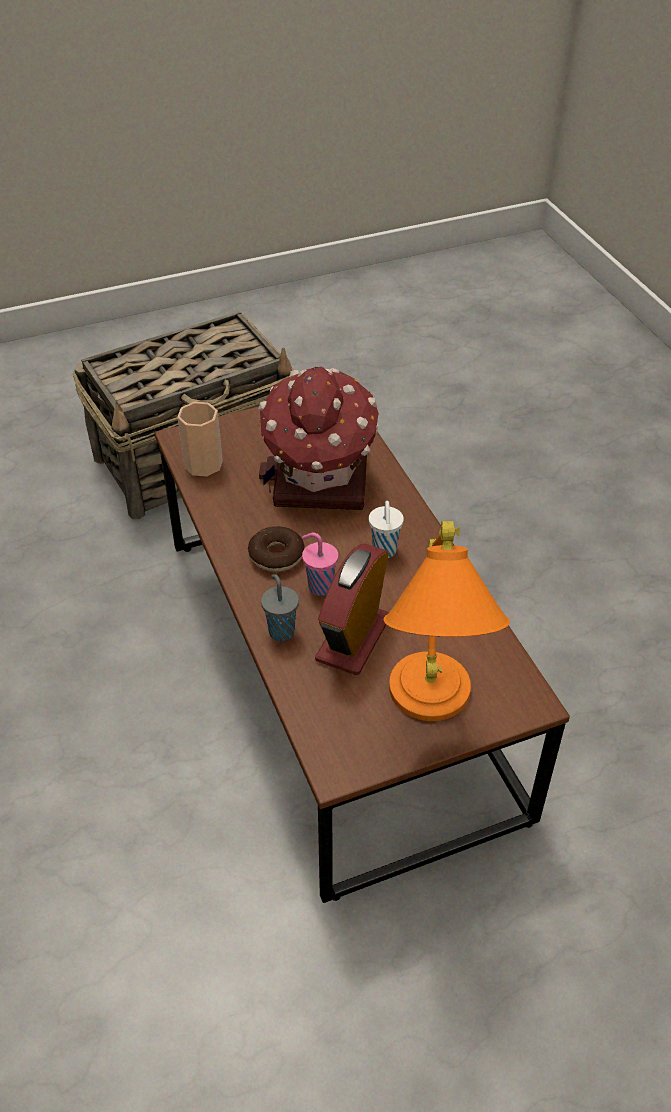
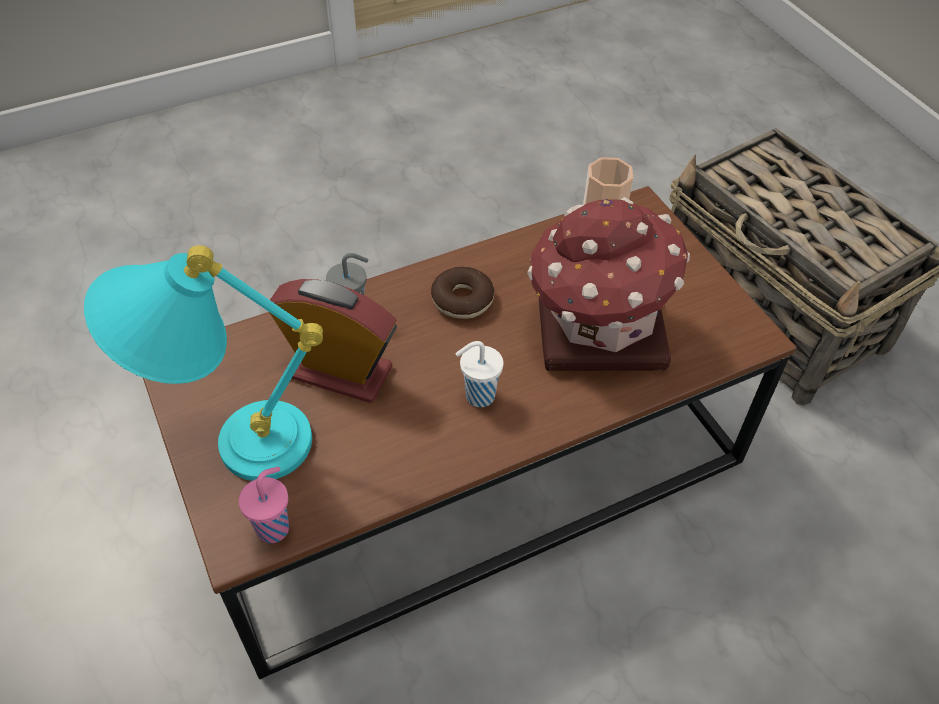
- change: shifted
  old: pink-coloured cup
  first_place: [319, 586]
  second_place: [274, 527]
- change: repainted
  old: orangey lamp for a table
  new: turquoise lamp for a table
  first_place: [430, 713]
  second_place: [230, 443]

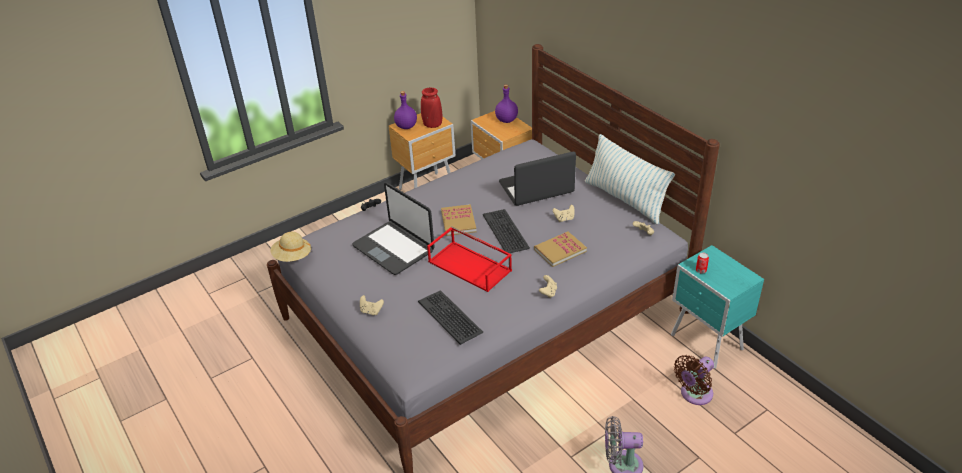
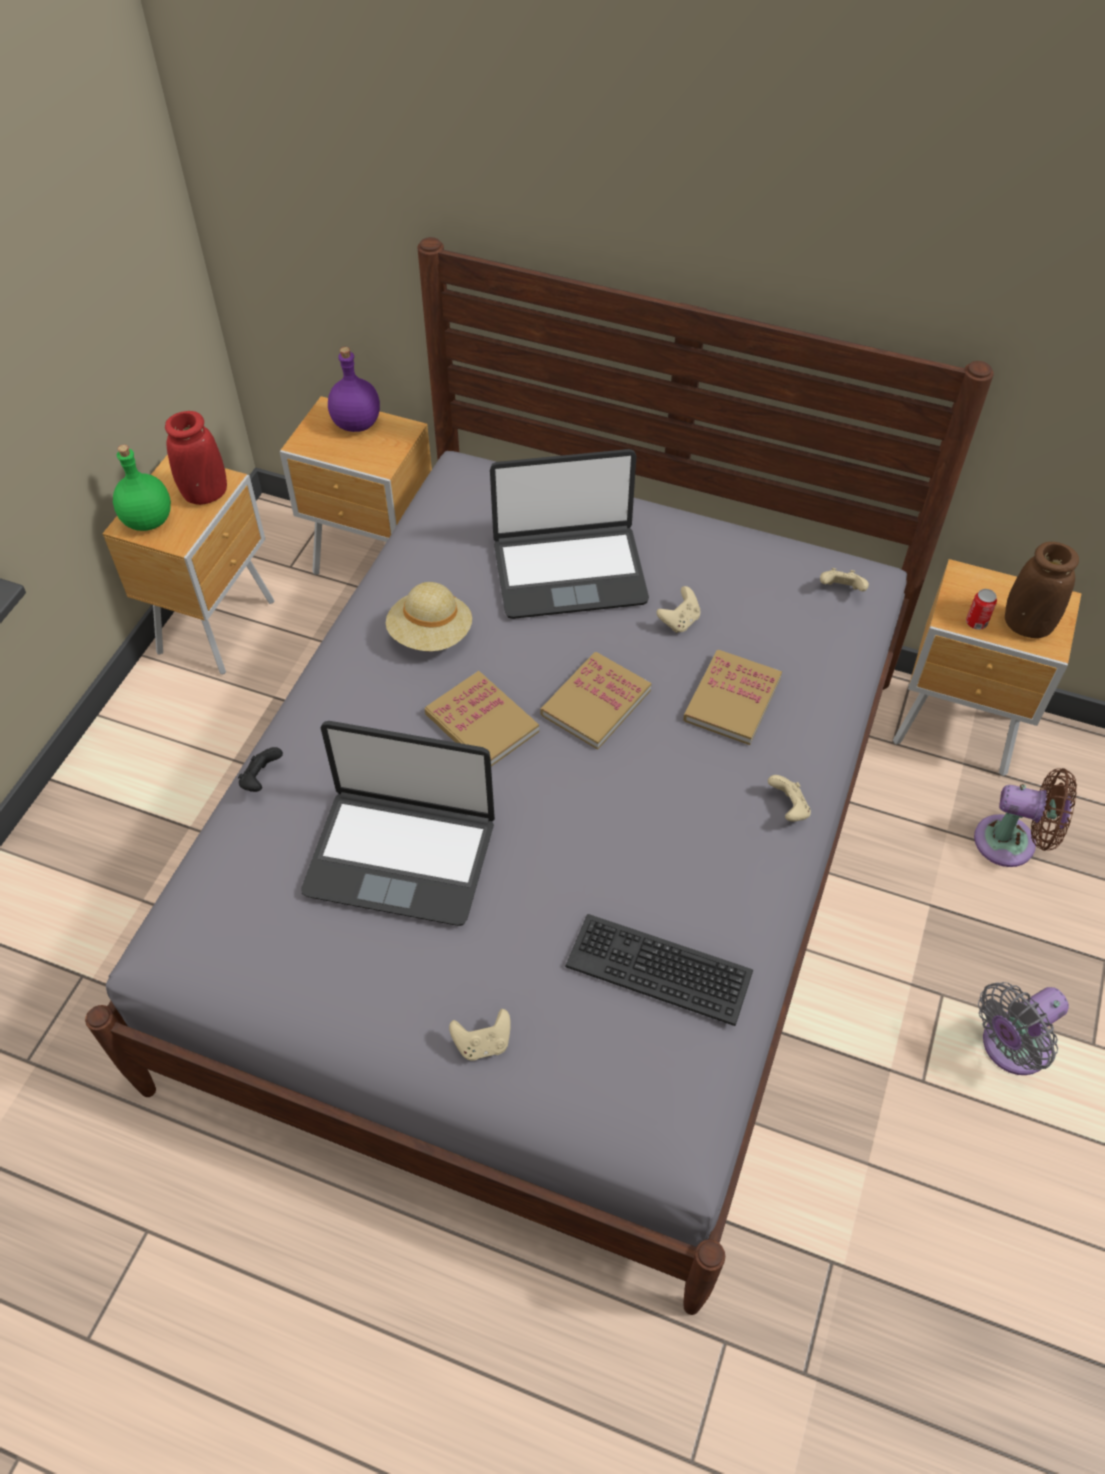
- change: gone
  old: red carrying tray
  first_place: [471, 266]
- change: gone
  old: throw pillow
  first_place: [625, 199]
- change: new
  new: brown flower vase
  second_place: [1026, 625]
- change: shifted
  old: beige-coloured clothing hat
  first_place: [292, 257]
  second_place: [431, 635]
- change: swapped
  old: keyboard
  new: volume
  first_place: [506, 231]
  second_place: [596, 702]
- change: repainted
  old: purplish bottle
  new: green bottle
  first_place: [406, 127]
  second_place: [148, 521]
- change: repainted
  old: turquoise bedside table
  new: brown bedside table
  first_place: [707, 344]
  second_place: [958, 732]
- change: rotated
  old: laptop
  first_place: [536, 188]
  second_place: [569, 572]
  degrees: -135
- change: rotated
  old: brown fan
  first_place: [694, 394]
  second_place: [1012, 843]
  degrees: -90

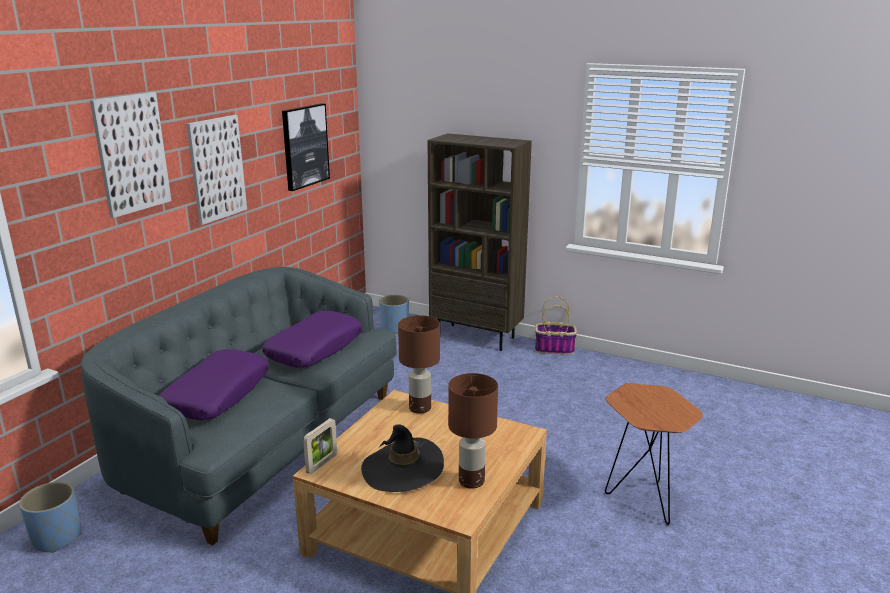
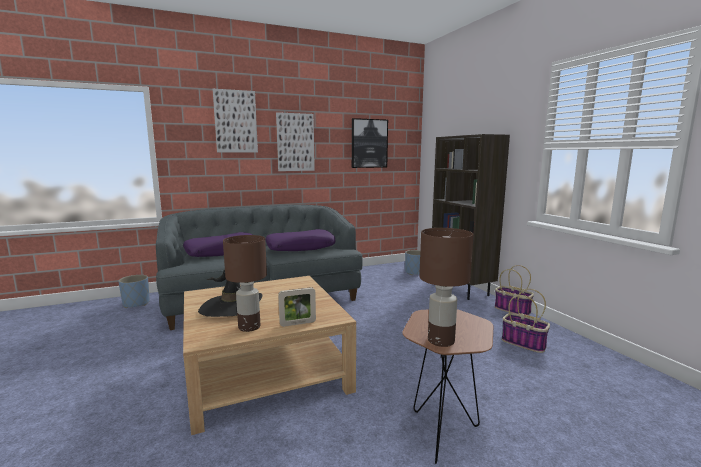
- change: new
  new: basket
  second_place: [524, 343]
- change: shifted
  old: standing frame
  first_place: [322, 464]
  second_place: [298, 323]
- change: shifted
  old: brown lamp for a table
  first_place: [420, 408]
  second_place: [441, 341]

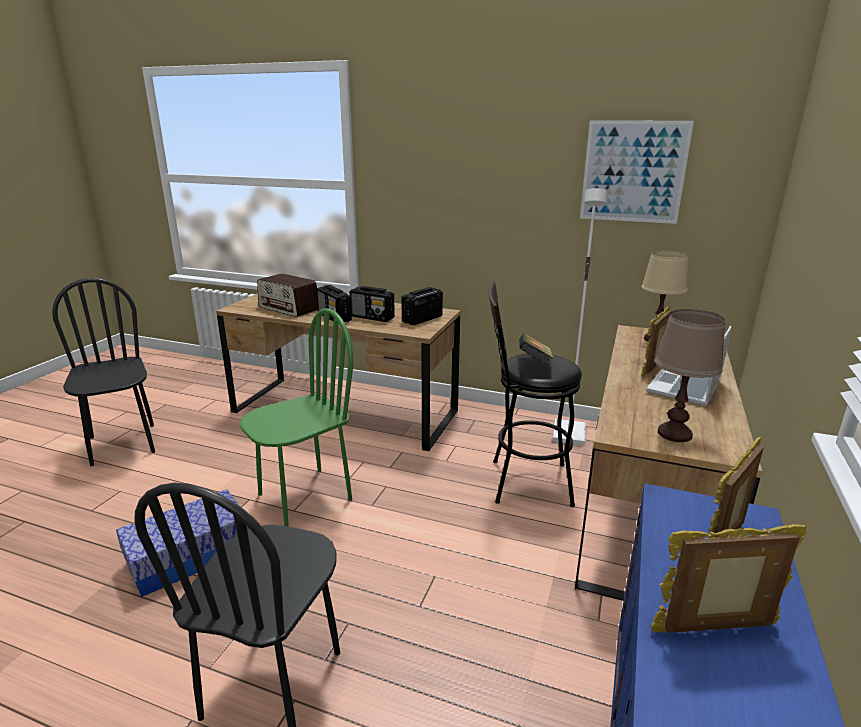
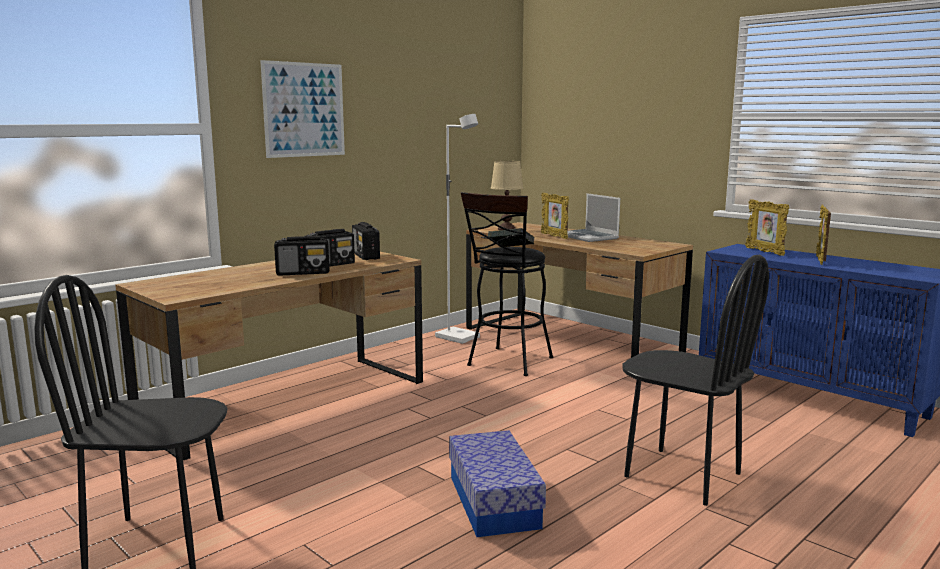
- change: gone
  old: green chair
  first_place: [304, 497]
- change: gone
  old: radio receiver
  first_place: [289, 308]
- change: gone
  old: brown lamp for a table
  first_place: [674, 434]
- change: shifted
  old: wall art
  first_place: [633, 172]
  second_place: [304, 110]

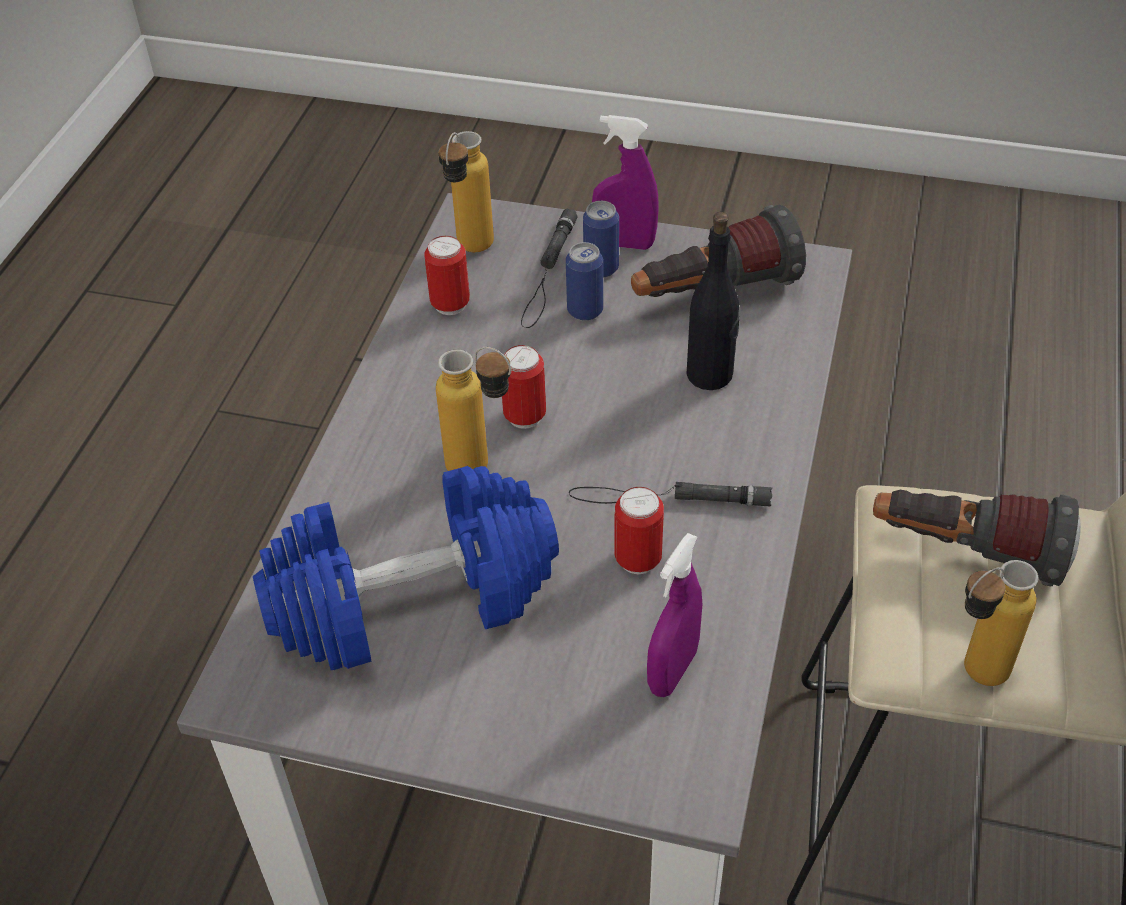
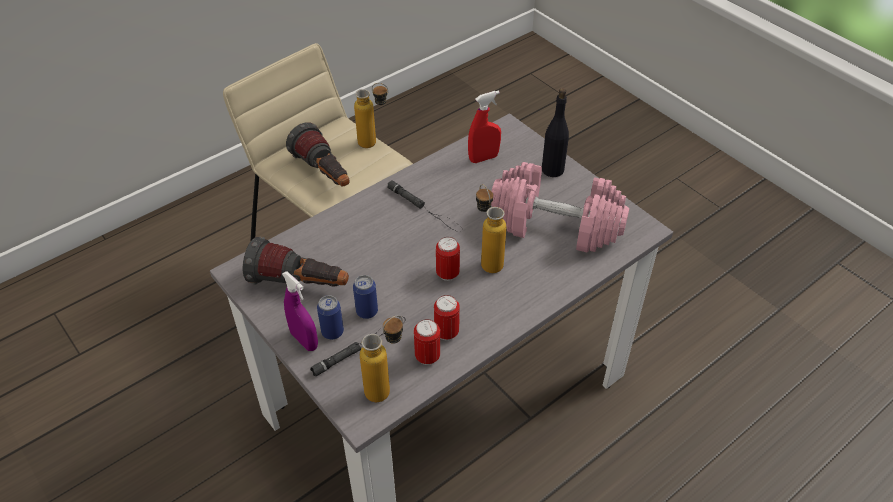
- change: shifted
  old: metal can
  first_place: [638, 560]
  second_place: [446, 332]
- change: shifted
  old: black-coloured bottle
  first_place: [710, 375]
  second_place: [552, 169]
- change: repainted
  old: blue free weight
  new: pink-coloured free weight
  first_place: [414, 599]
  second_place: [555, 225]
- change: repainted
  old: purplish spray bottle
  new: red spray bottle
  first_place: [672, 671]
  second_place: [483, 158]

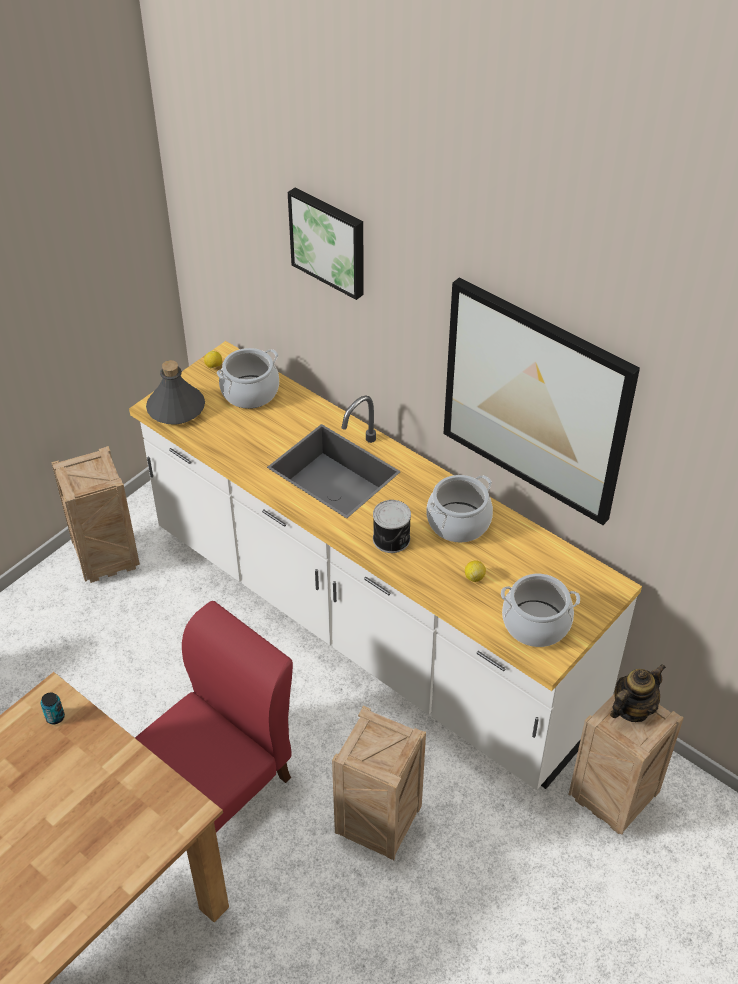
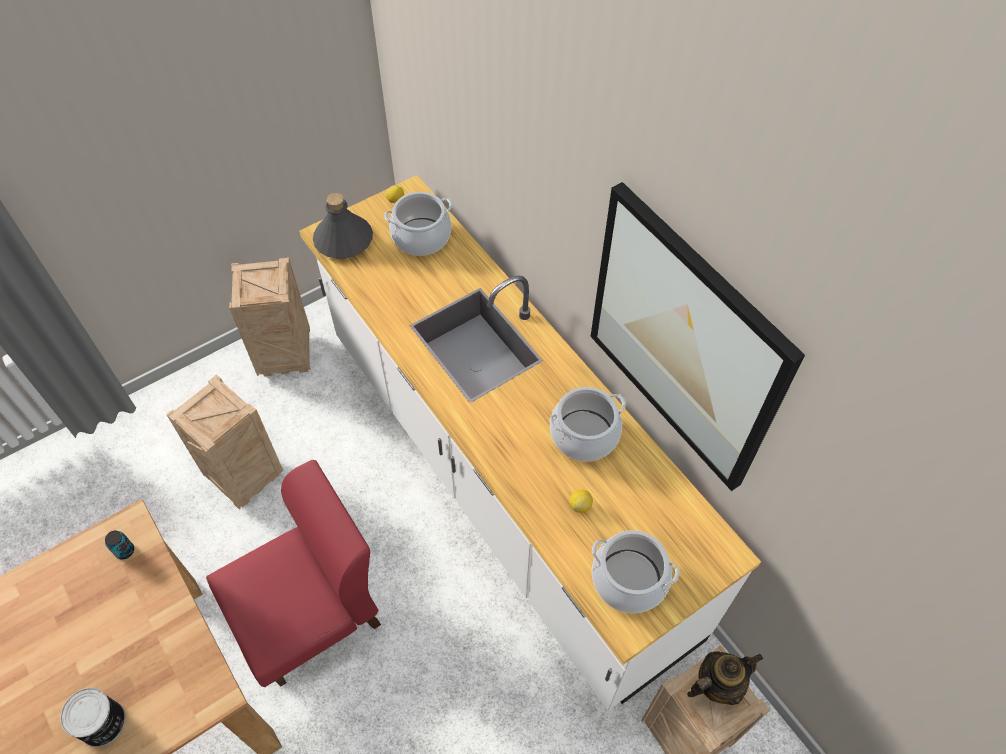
- change: gone
  old: wall art
  first_place: [329, 241]
- change: shifted
  old: shipping crate
  first_place: [378, 826]
  second_place: [245, 478]
- change: shifted
  old: metal can
  first_place: [392, 539]
  second_place: [103, 723]

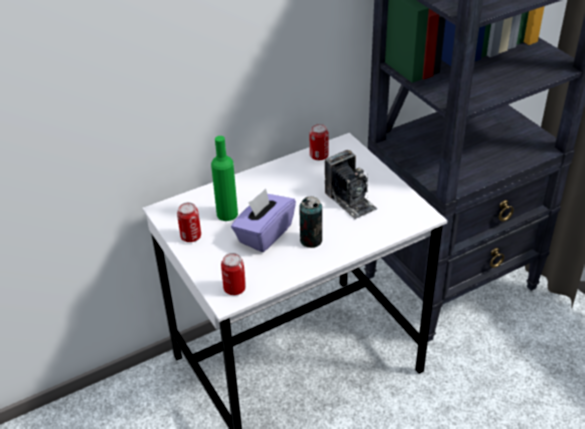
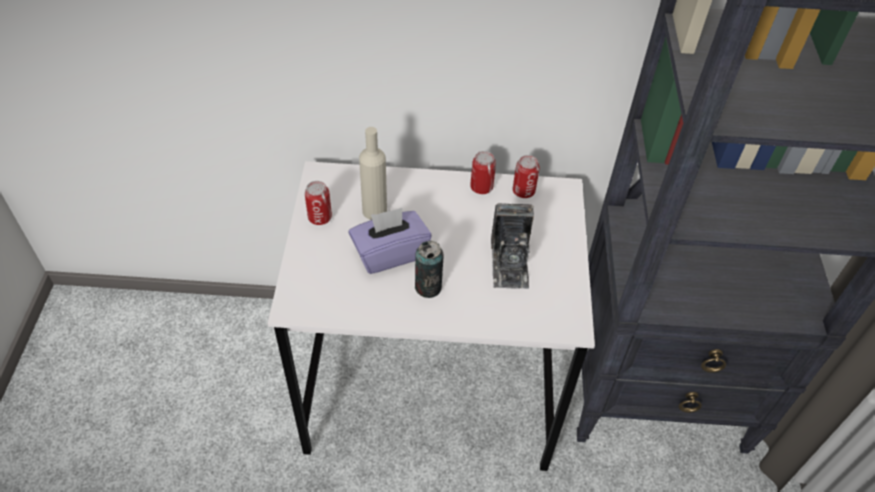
- change: shifted
  old: metal can
  first_place: [234, 288]
  second_place: [481, 187]
- change: repainted
  old: green bottle
  new: beige-coloured bottle
  first_place: [227, 214]
  second_place: [374, 210]

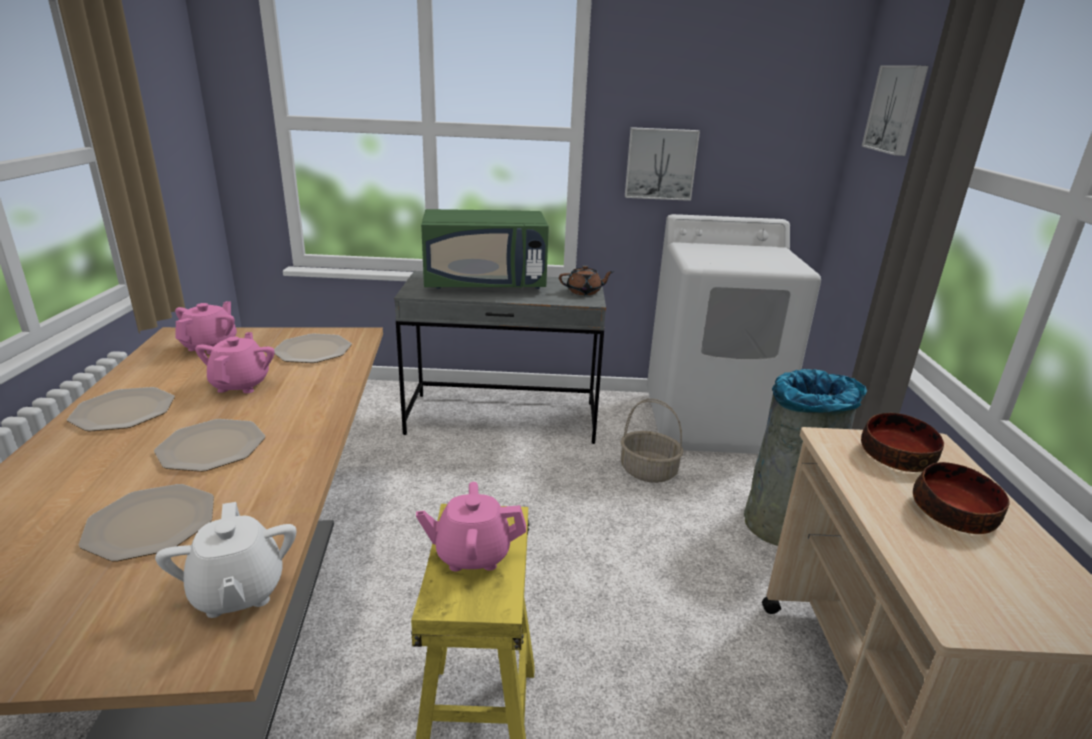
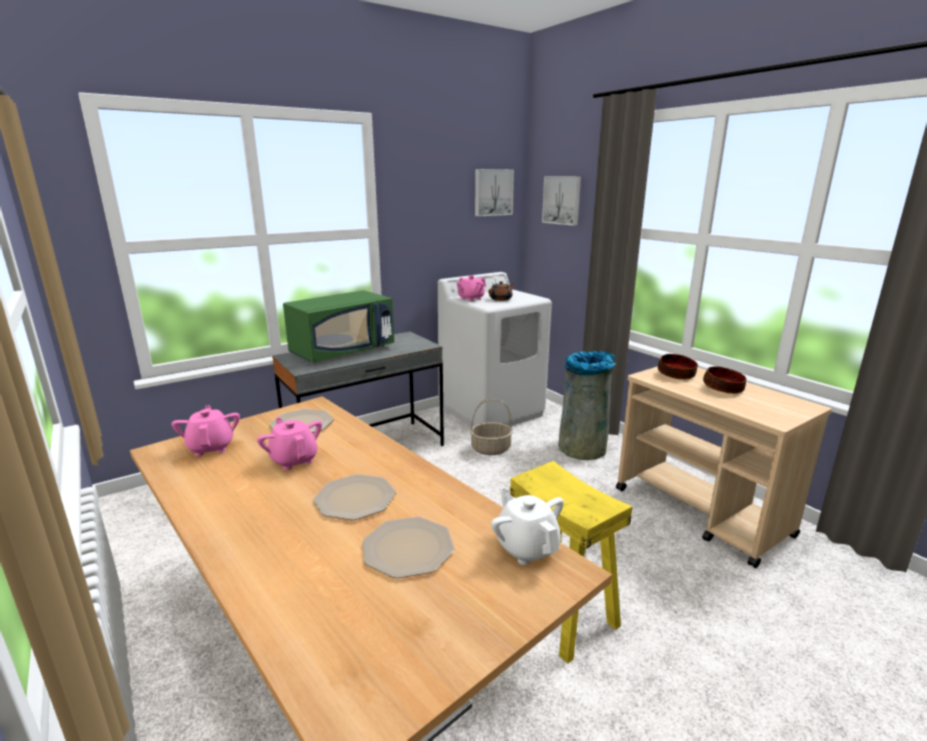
- change: gone
  old: dinner plate
  first_place: [124, 411]
- change: shifted
  old: pink-coloured pot for tea
  first_place: [472, 554]
  second_place: [470, 298]
- change: shifted
  old: brown pot for tea
  first_place: [584, 292]
  second_place: [501, 299]
- change: shifted
  old: wall art
  first_place: [660, 164]
  second_place: [492, 192]
- change: rotated
  old: white pot for tea
  first_place: [238, 592]
  second_place: [526, 547]
  degrees: -150

